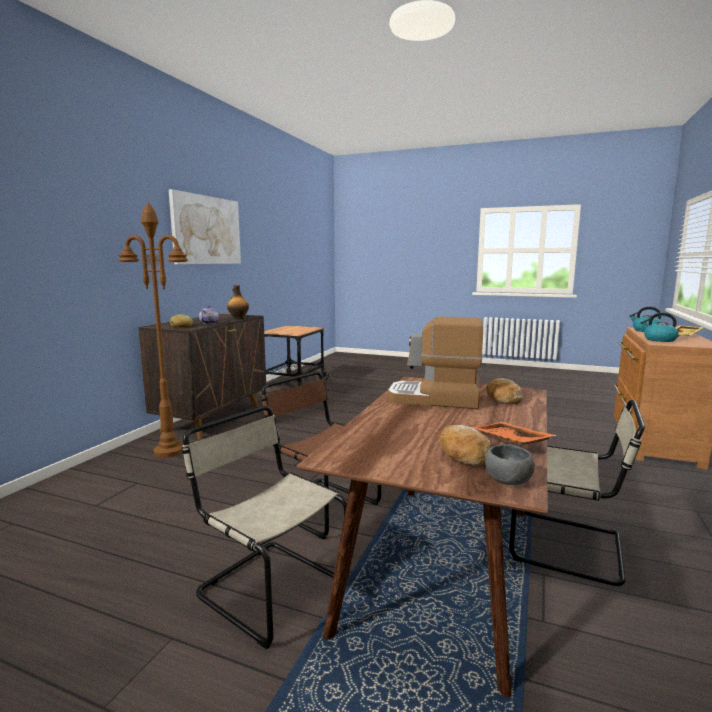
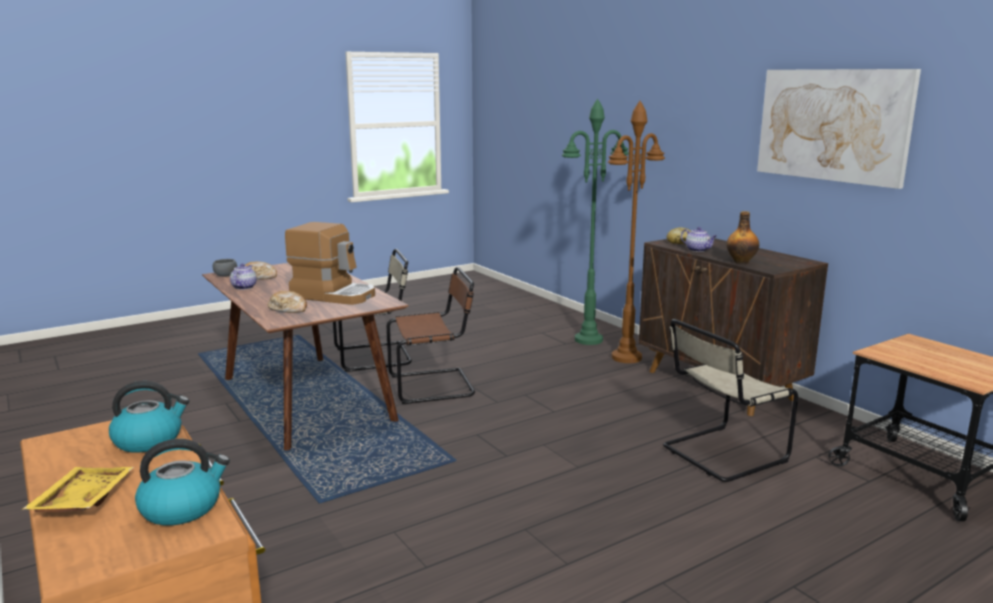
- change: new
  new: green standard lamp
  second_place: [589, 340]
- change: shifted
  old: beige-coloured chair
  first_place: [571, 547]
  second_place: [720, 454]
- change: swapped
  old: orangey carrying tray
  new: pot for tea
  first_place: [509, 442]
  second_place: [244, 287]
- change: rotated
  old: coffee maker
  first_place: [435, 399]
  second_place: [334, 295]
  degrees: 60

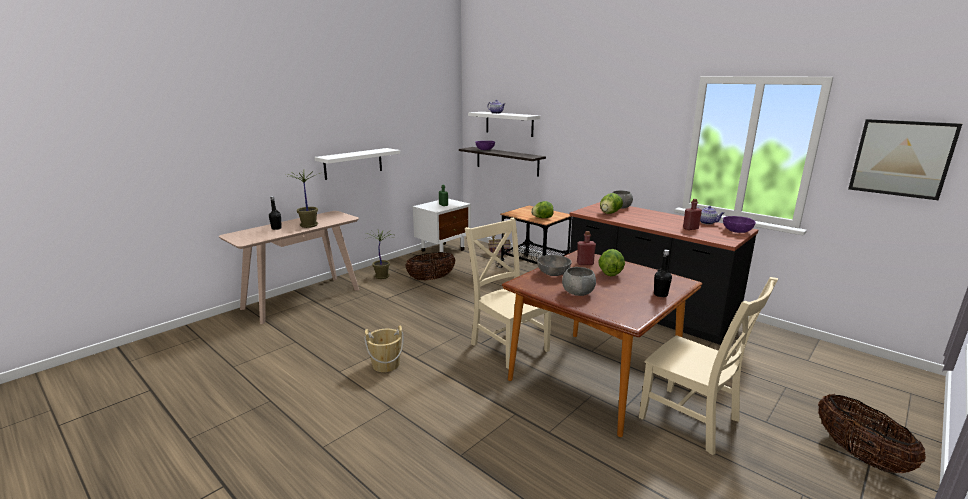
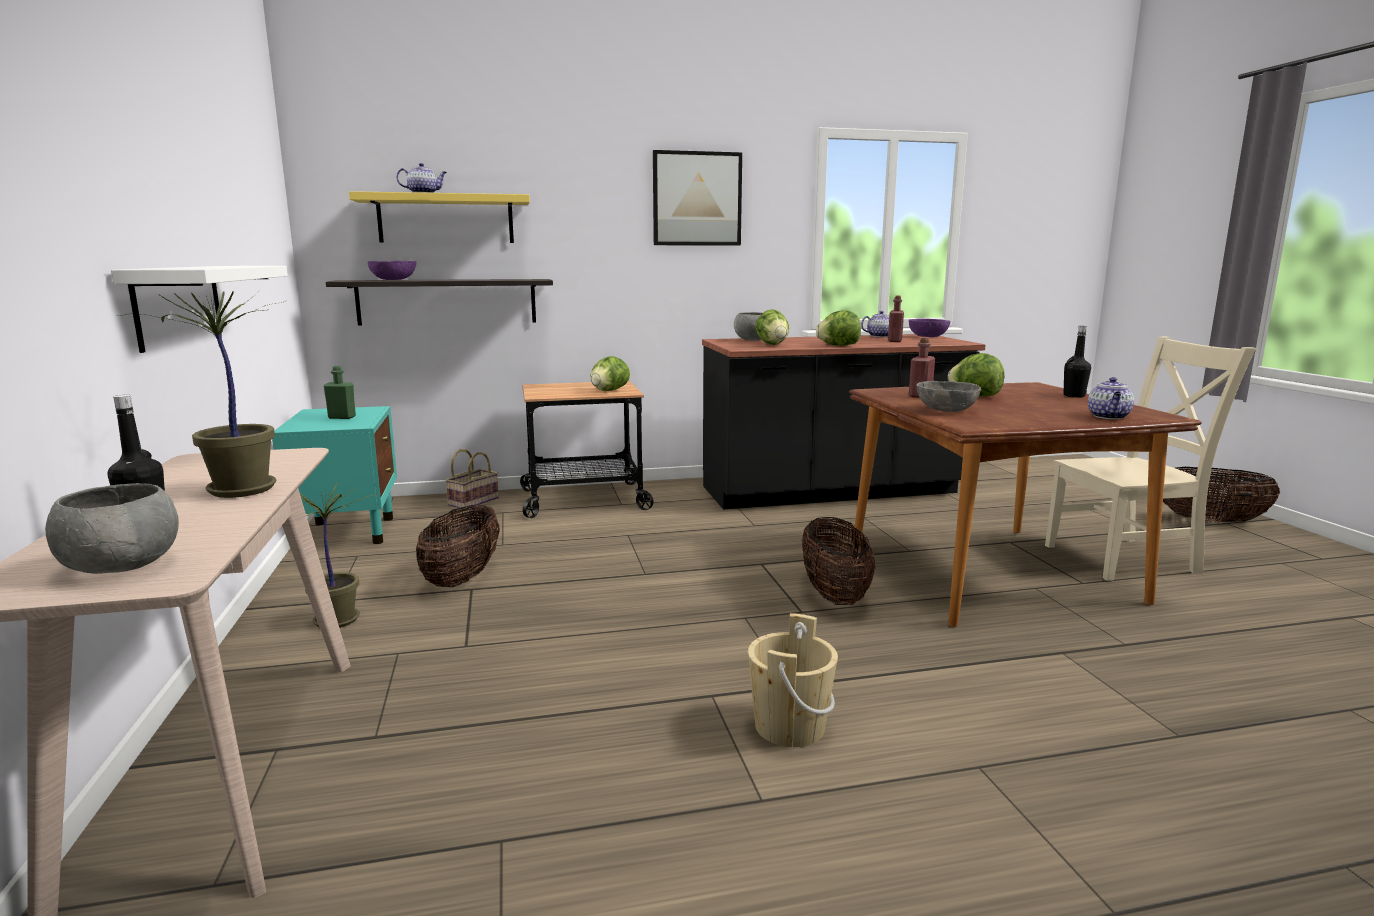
- change: new
  new: lettuce
  second_place: [838, 345]
- change: new
  new: pot for tea
  second_place: [1109, 417]
- change: shifted
  old: grey bowl
  first_place: [577, 293]
  second_place: [121, 566]
- change: shifted
  old: wall art
  first_place: [901, 158]
  second_place: [697, 199]
- change: swapped
  old: beige-coloured chair
  new: basket
  first_place: [508, 345]
  second_place: [834, 594]
- change: repainted
  old: white bedside table
  new: turquoise bedside table
  first_place: [443, 250]
  second_place: [348, 532]
- change: repainted
  old: white shelf
  new: yellow shelf
  first_place: [509, 124]
  second_place: [446, 219]

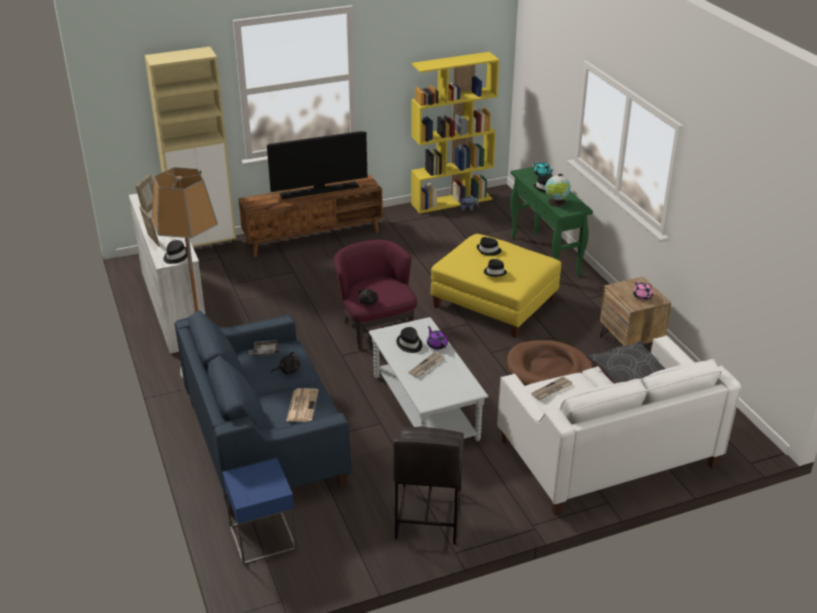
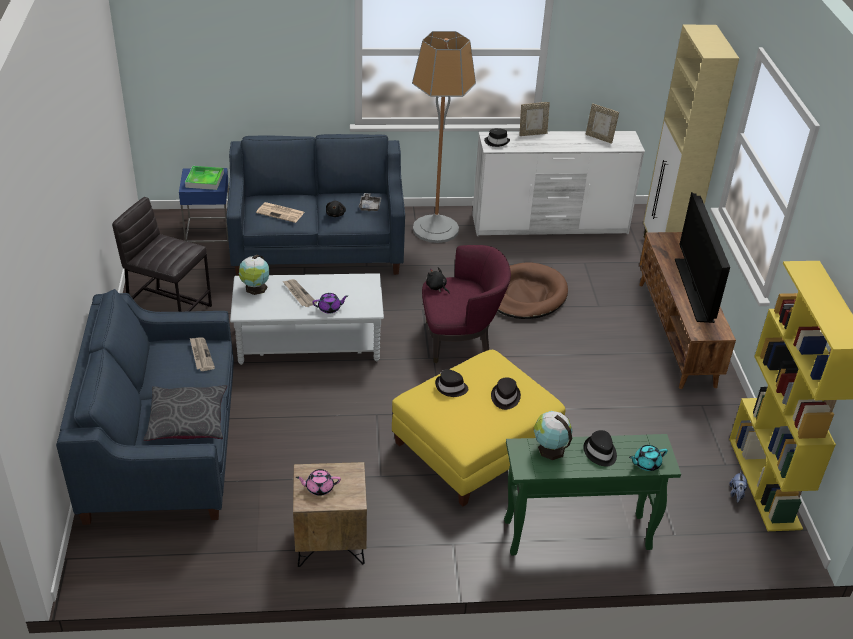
- change: gone
  old: black-coloured clothing hat
  first_place: [409, 344]
- change: new
  new: carrying tray
  second_place: [204, 180]
- change: new
  new: world globe
  second_place: [255, 288]
- change: shifted
  old: brown dog bed
  first_place: [549, 370]
  second_place: [526, 295]
- change: repainted
  old: white sofa
  new: blue sofa
  first_place: [607, 453]
  second_place: [162, 446]

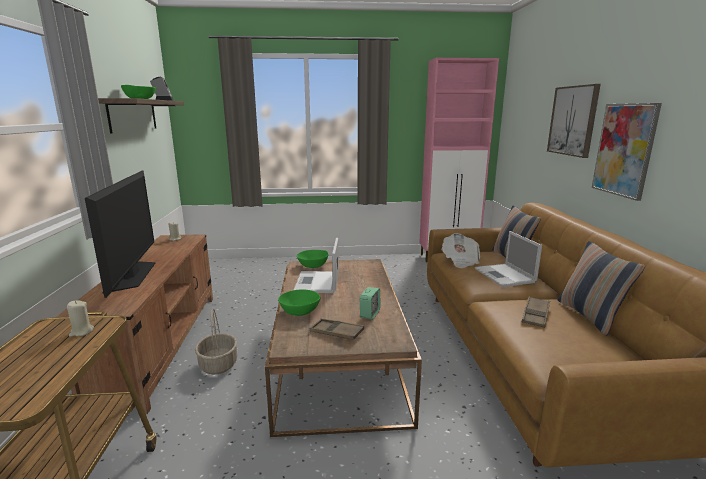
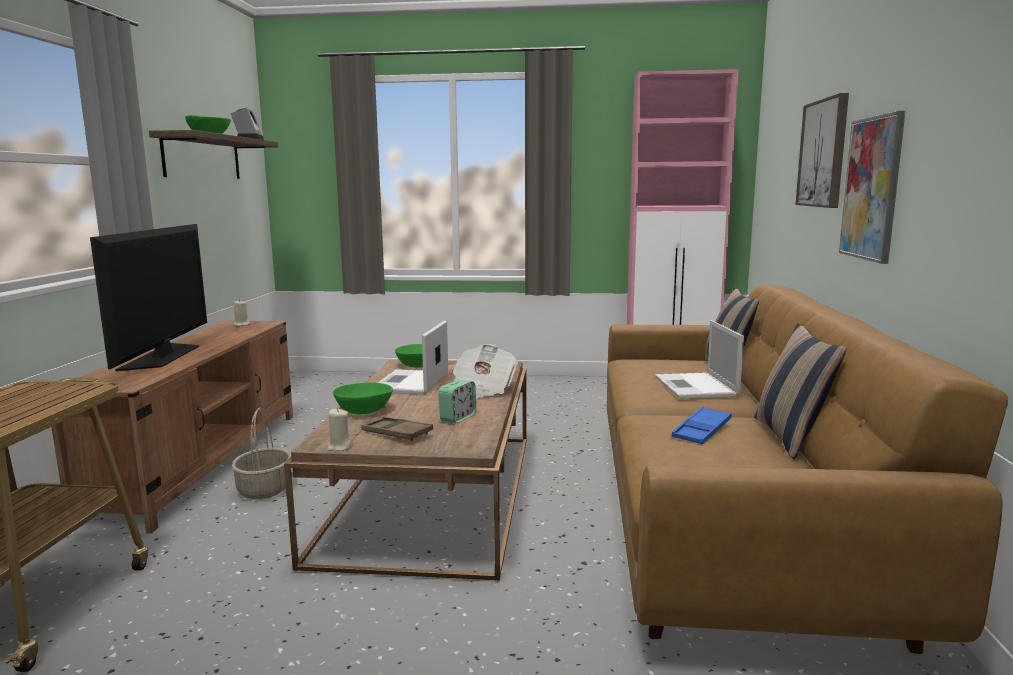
- change: shifted
  old: beige-coloured candle
  first_place: [81, 332]
  second_place: [339, 447]
- change: shifted
  old: printed paper
  first_place: [460, 261]
  second_place: [483, 389]
- change: repainted
  old: brown carrying tray
  new: blue carrying tray
  first_place: [535, 315]
  second_place: [702, 431]

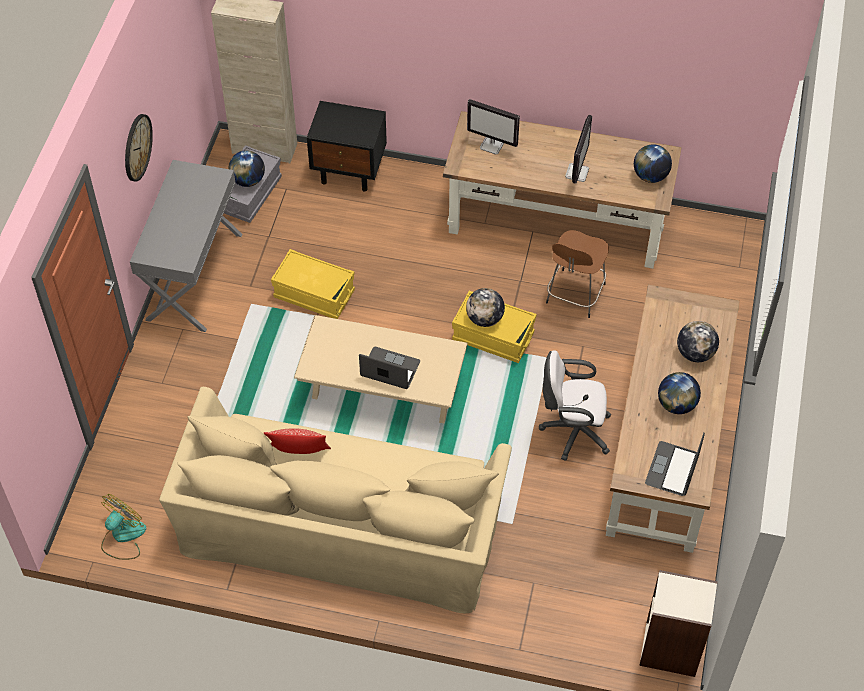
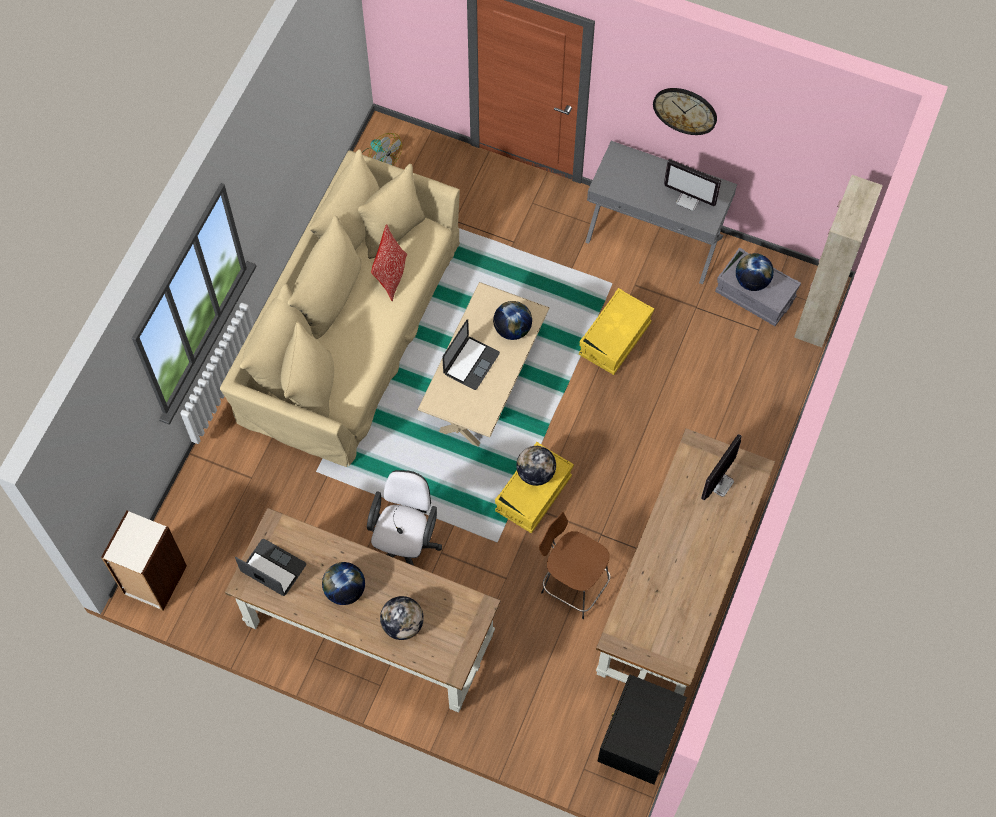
- change: shifted
  old: black-coloured bedside table
  first_place: [350, 171]
  second_place: [637, 744]
- change: shifted
  old: monitor
  first_place: [577, 172]
  second_place: [689, 200]
- change: shifted
  old: world globe
  first_place: [650, 176]
  second_place: [512, 329]

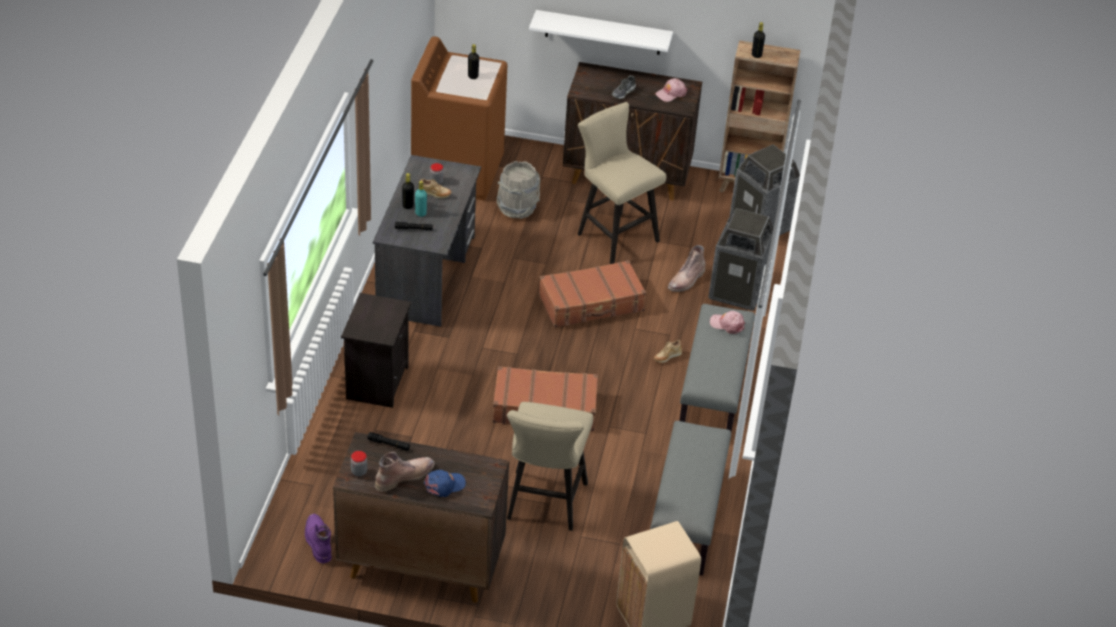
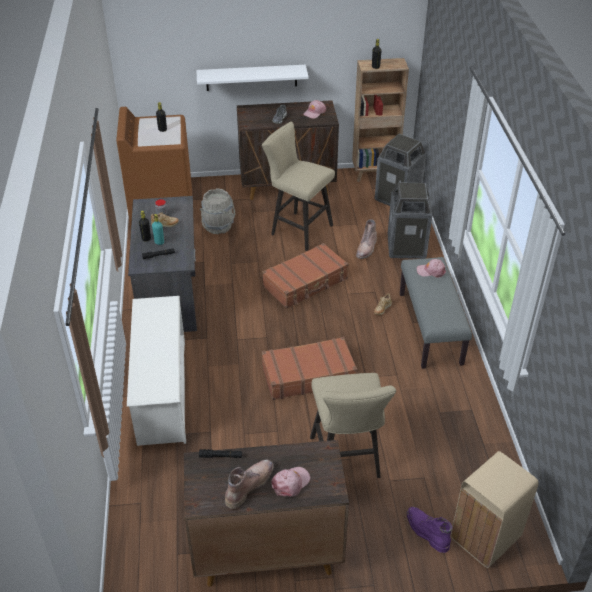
- change: gone
  old: preserve jar
  first_place: [359, 472]
- change: gone
  old: grey bench
  first_place: [687, 518]
- change: shifted
  old: purplish high-top boot
  first_place: [317, 541]
  second_place: [426, 531]
- change: swapped
  old: black-coloured bedside table
  new: white shoe shelf
  first_place: [376, 382]
  second_place: [162, 391]
- change: repainted
  old: blue peaked cap
  new: pink-coloured peaked cap
  first_place: [444, 485]
  second_place: [291, 483]

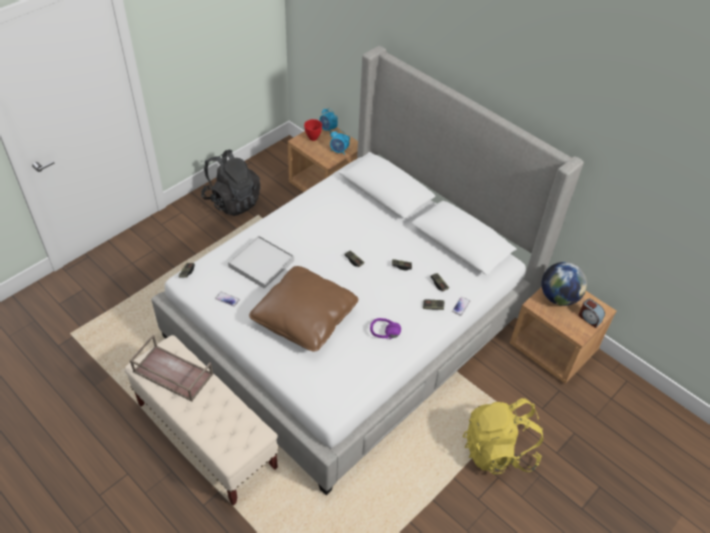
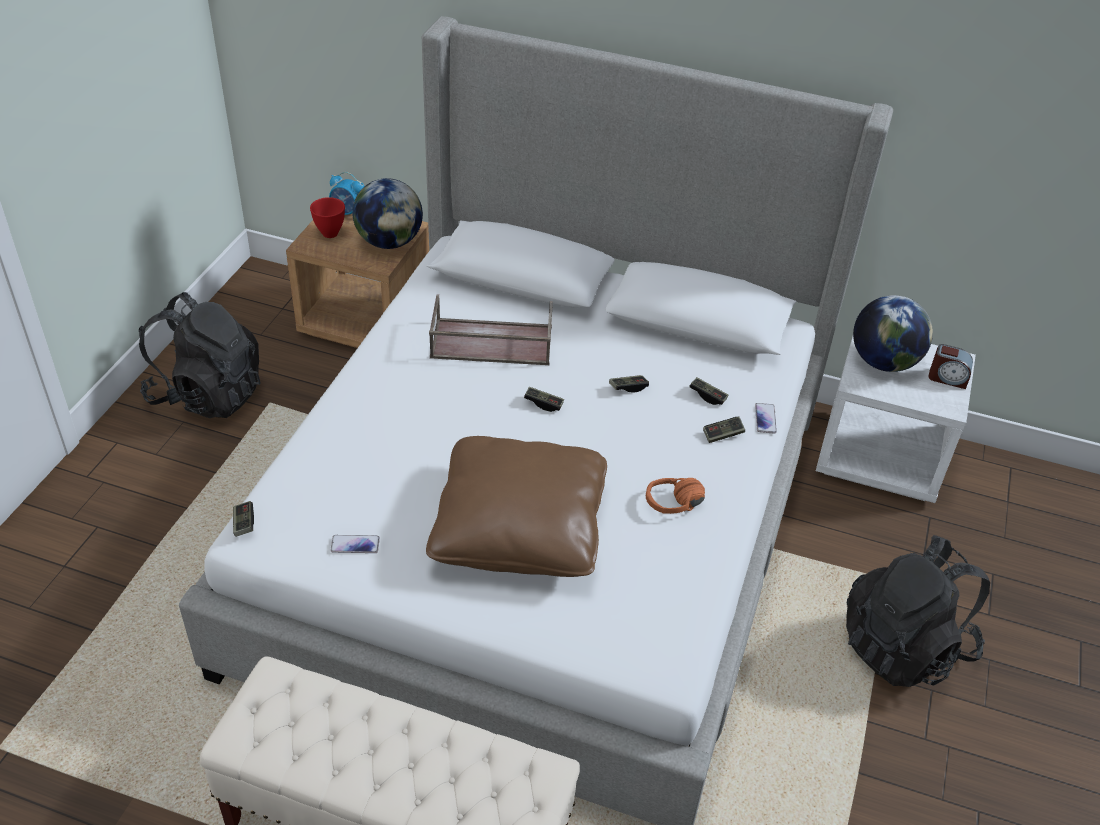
- change: gone
  old: white carrying tray
  first_place: [261, 263]
- change: shifted
  old: brown carrying tray
  first_place: [172, 373]
  second_place: [490, 343]
- change: swapped
  old: bedside clock
  new: world globe
  first_place: [339, 151]
  second_place: [389, 242]
- change: repainted
  old: purplish headphones
  new: orangey headphones
  first_place: [384, 336]
  second_place: [677, 510]
- change: repainted
  old: yellow rucksack
  new: black-coloured rucksack
  first_place: [498, 450]
  second_place: [904, 646]
- change: repainted
  old: brown bedside table
  new: white bedside table
  first_place: [553, 349]
  second_place: [880, 458]

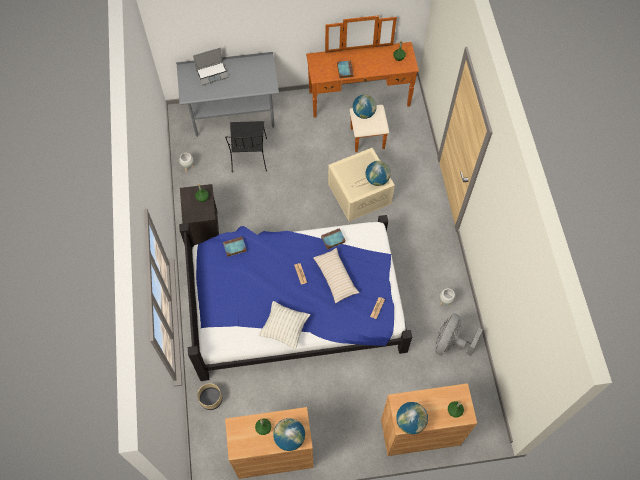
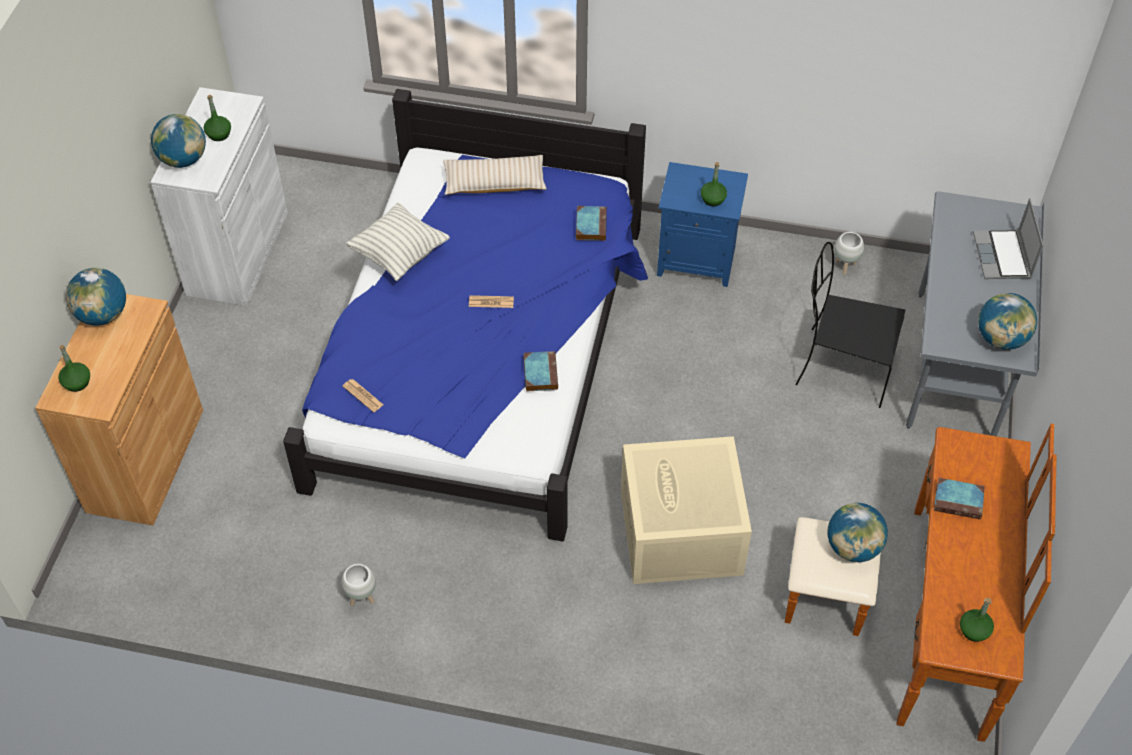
- change: gone
  old: beige-coloured plant pot
  first_place: [211, 399]
- change: gone
  old: grey fan
  first_place: [450, 343]
- change: shifted
  old: beige-coloured throw pillow
  first_place: [335, 277]
  second_place: [494, 183]
- change: shifted
  old: world globe
  first_place: [377, 179]
  second_place: [1001, 338]
- change: repainted
  old: black-coloured bedside table
  new: blue bedside table
  first_place: [203, 228]
  second_place: [698, 259]
- change: repainted
  old: brown storage cabinet
  new: white storage cabinet
  first_place: [274, 454]
  second_place: [237, 253]

